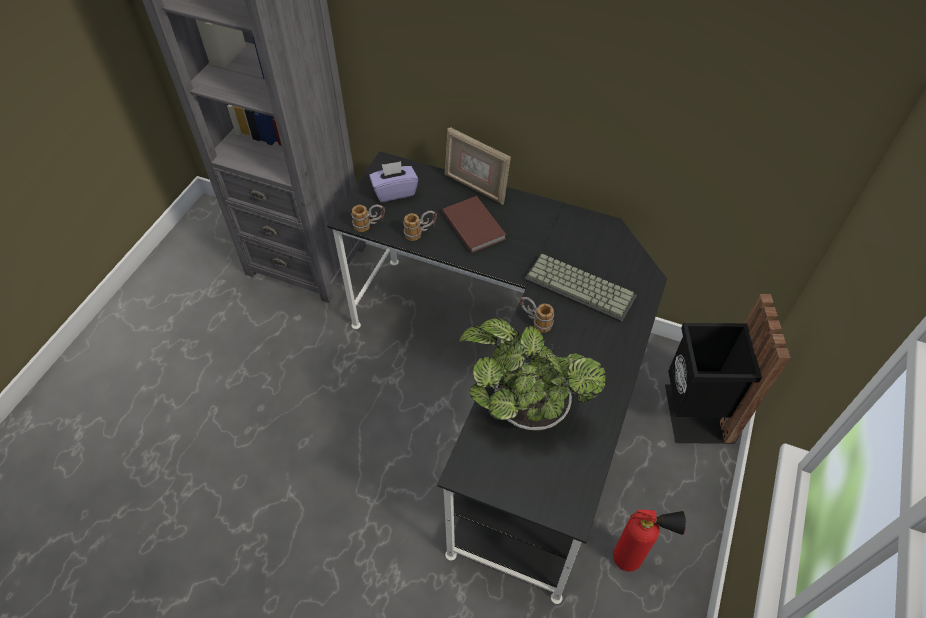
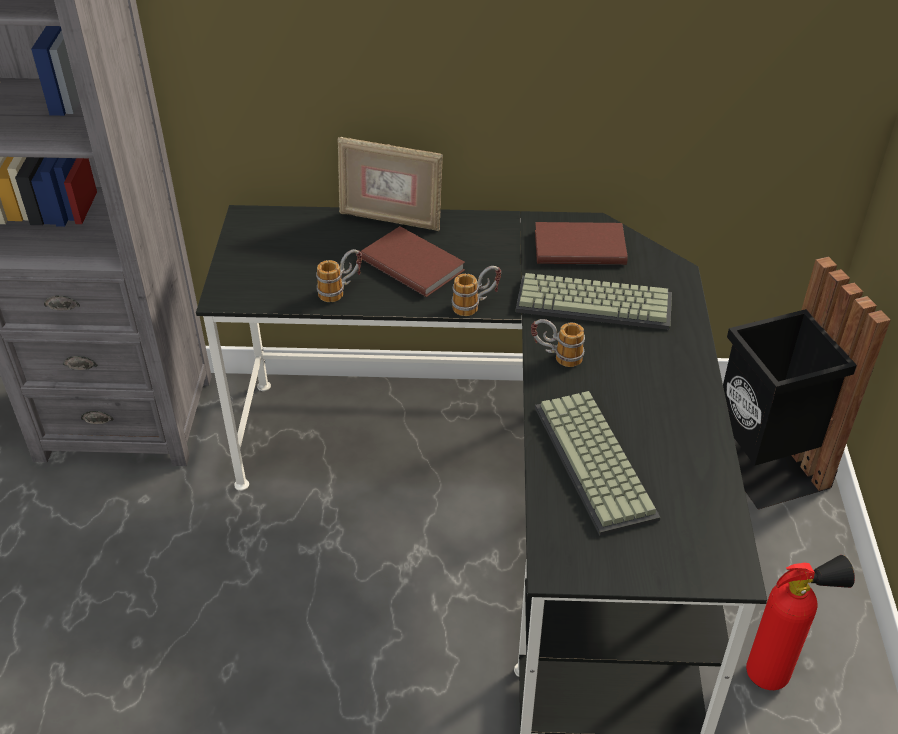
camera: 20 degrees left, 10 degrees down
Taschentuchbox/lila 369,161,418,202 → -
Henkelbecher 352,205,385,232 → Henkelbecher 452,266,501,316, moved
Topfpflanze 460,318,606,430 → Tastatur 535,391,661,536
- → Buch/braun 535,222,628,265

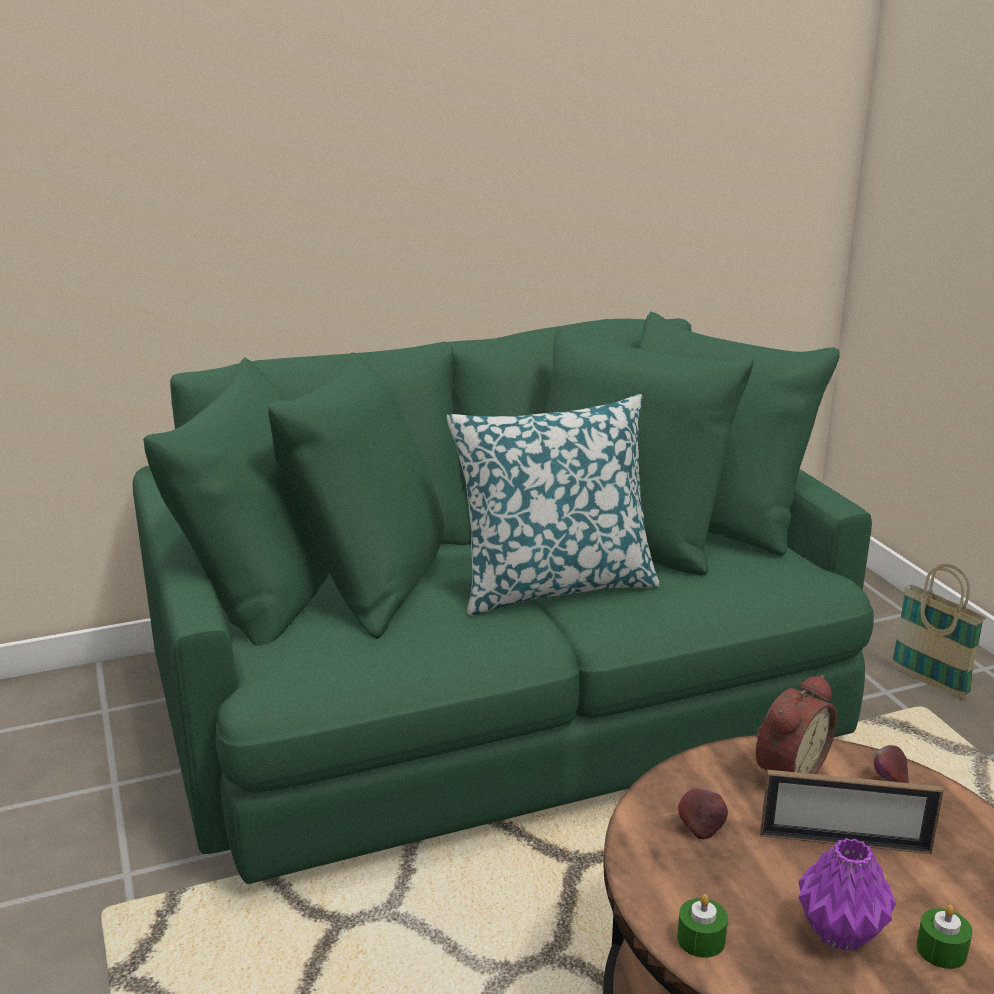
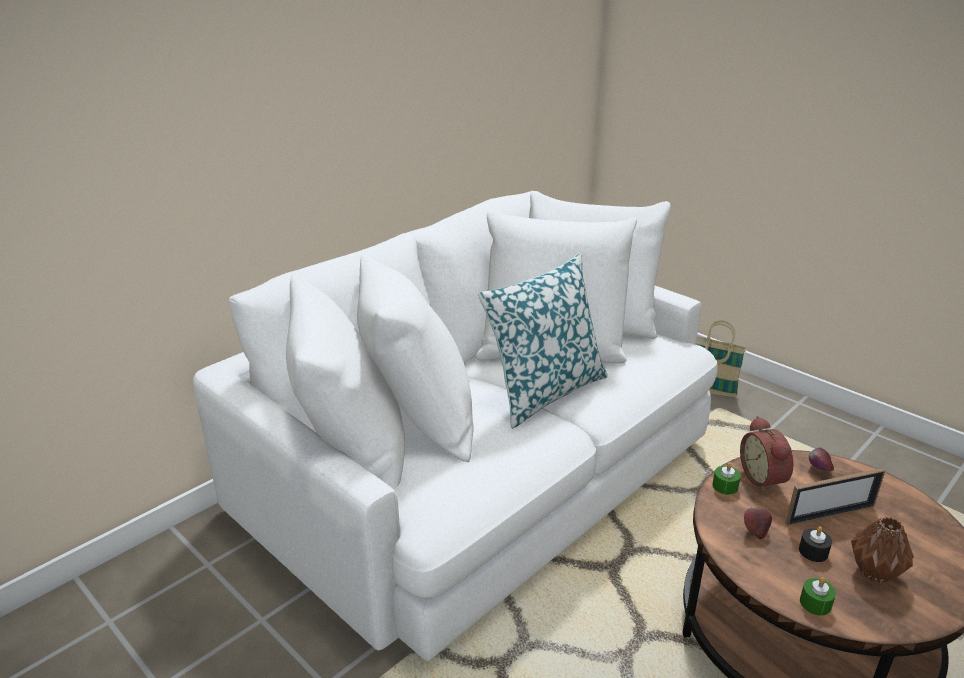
camera: 25 degrees left, 5 degrees up
Sofa/grün 133,311,874,884 → Sofa/weiß 193,191,718,661
Wecker 756,675,837,774 → Wecker 740,416,794,493, 150 degrees clockwise
Vase/lila 798,838,896,951 → Vase/braun 851,517,914,583
Kerze/grün 917,905,973,969 → Kerze/grün 712,462,741,495, moved
- → Kerze/schwarz 799,526,832,562

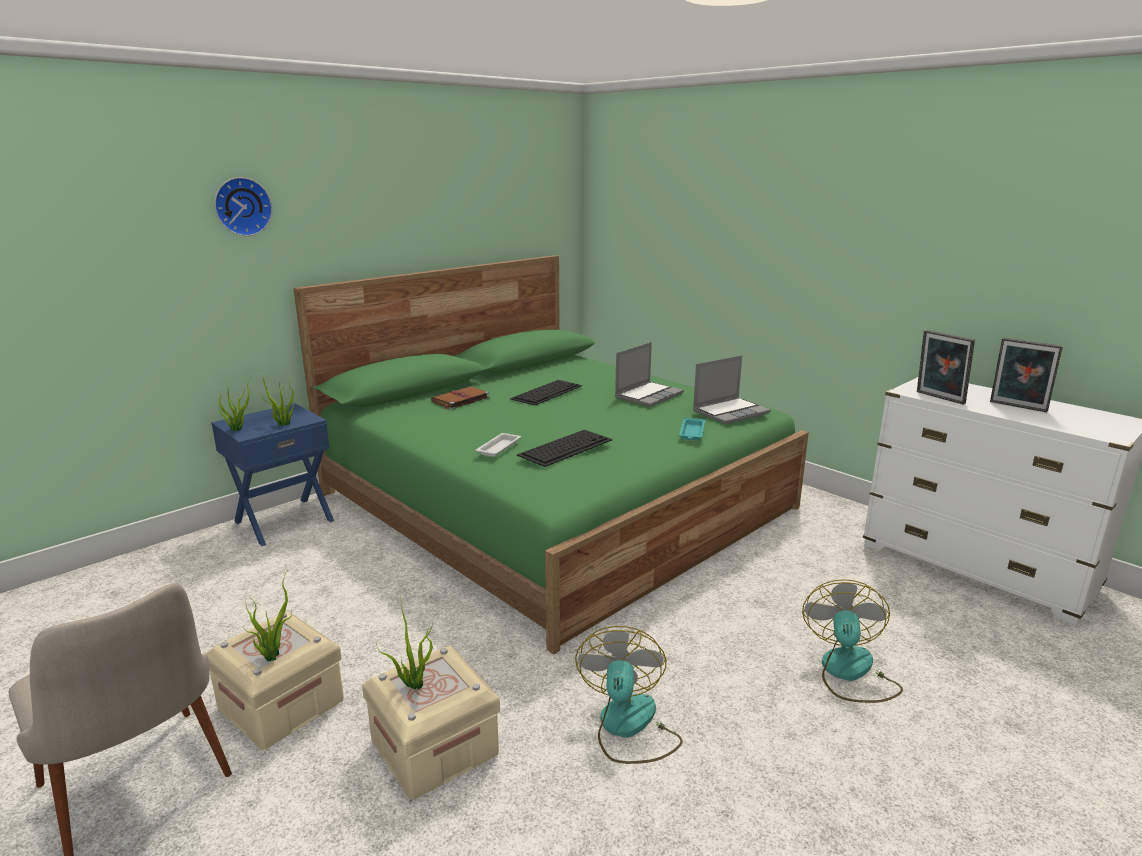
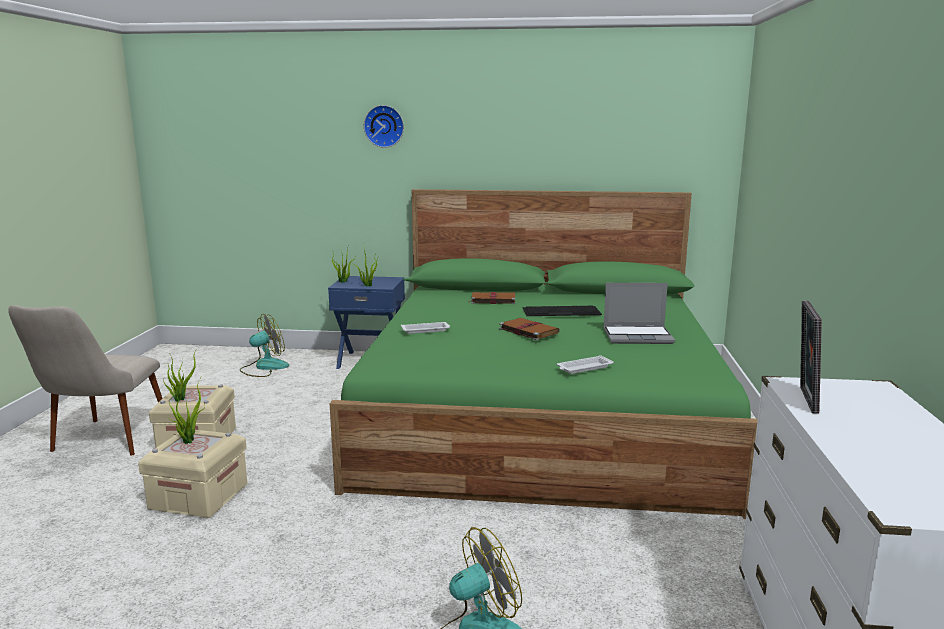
camera: 50 degrees right, 5 degrees down
Bilderrahmen 990,338,1063,412 → -
Laptop 693,355,771,424 → -
Tablett/türkis 679,418,705,440 → Tablett/weiß 557,355,614,374
Tastatur 517,430,613,467 → -
Ventilator 575,626,683,764 → Ventilator 240,314,289,377, moved
- → Buch/braun 499,318,560,340

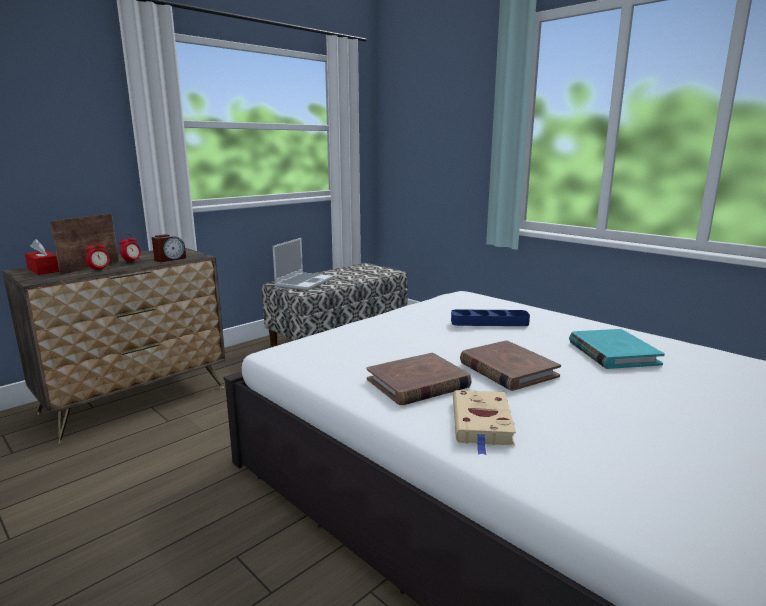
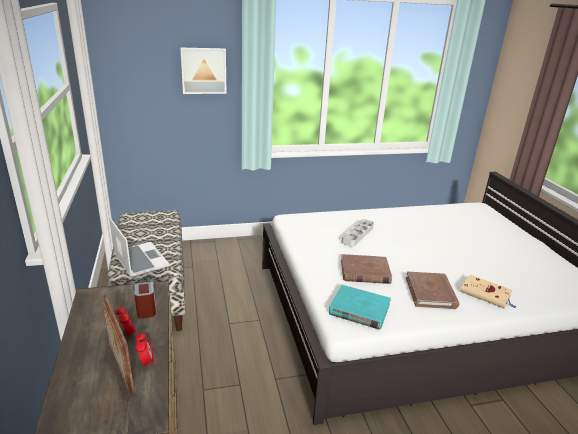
camera: 60 degrees left, 10 degrees up
Taschentuchbox/rot 25,239,59,275 → -
Tablett/blau 451,309,530,326 → Tablett/grau 342,219,374,247
Buch/türkis 569,329,665,369 → Buch/türkis 329,285,391,330, moved
Buch/braun 460,340,561,391 → Buch/braun 341,254,392,284, moved
- → Bild 180,48,226,94

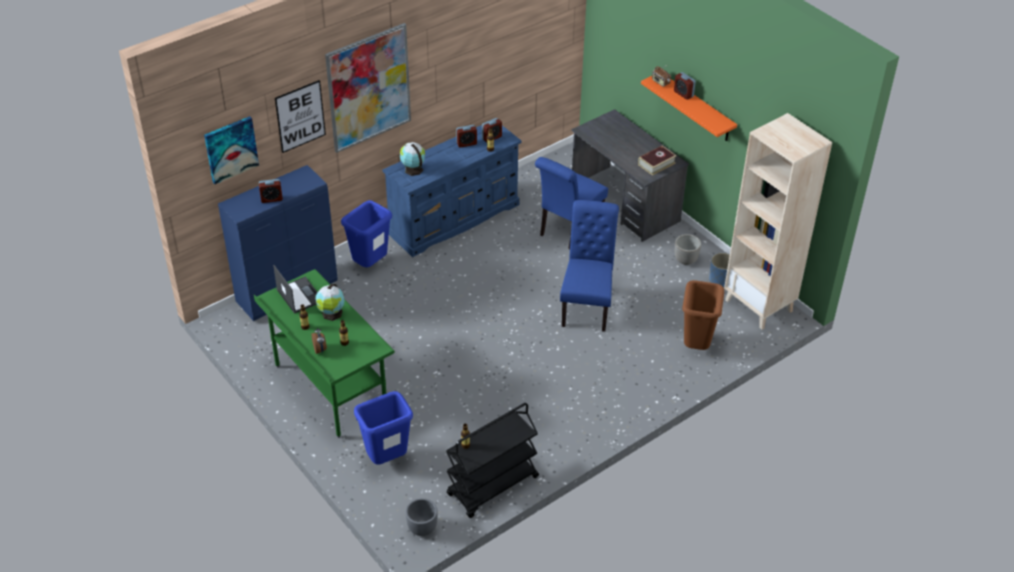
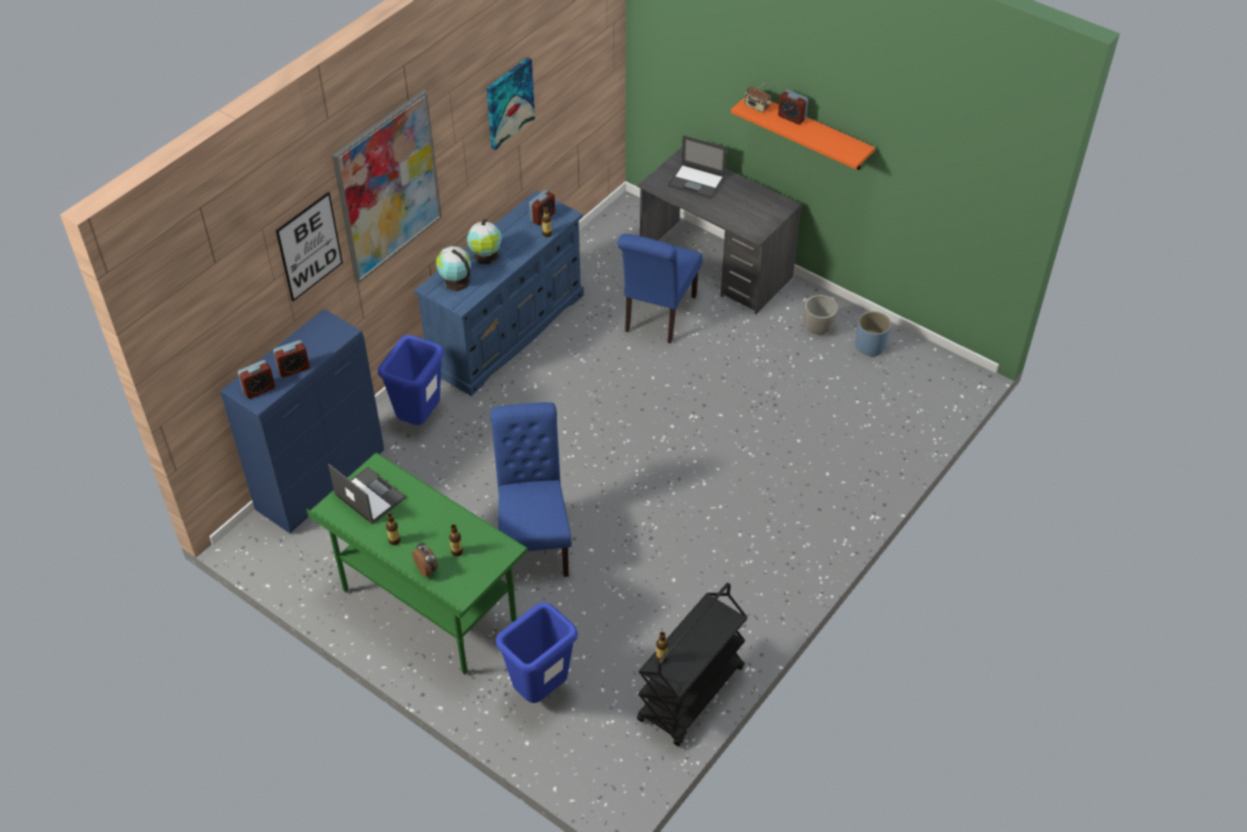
camera: 15 degrees left, 5 degrees up
Bücherregal/beige 724,113,832,330 → -
Bild 204,116,259,184 → Bild 486,57,535,150, moved
Wecker 456,125,477,148 → Wecker 238,360,275,399, moved
Buch 638,146,676,176 → -
Stuhl/blau 560,200,619,332 → Stuhl/blau 490,402,572,579, moved
Mülleimer/braun 682,280,724,350 → -
Globus 315,284,345,321 → Globus 467,220,502,264, moved
Pflanzkübel/grau 406,498,438,536 → -
- → Laptop 668,135,727,199

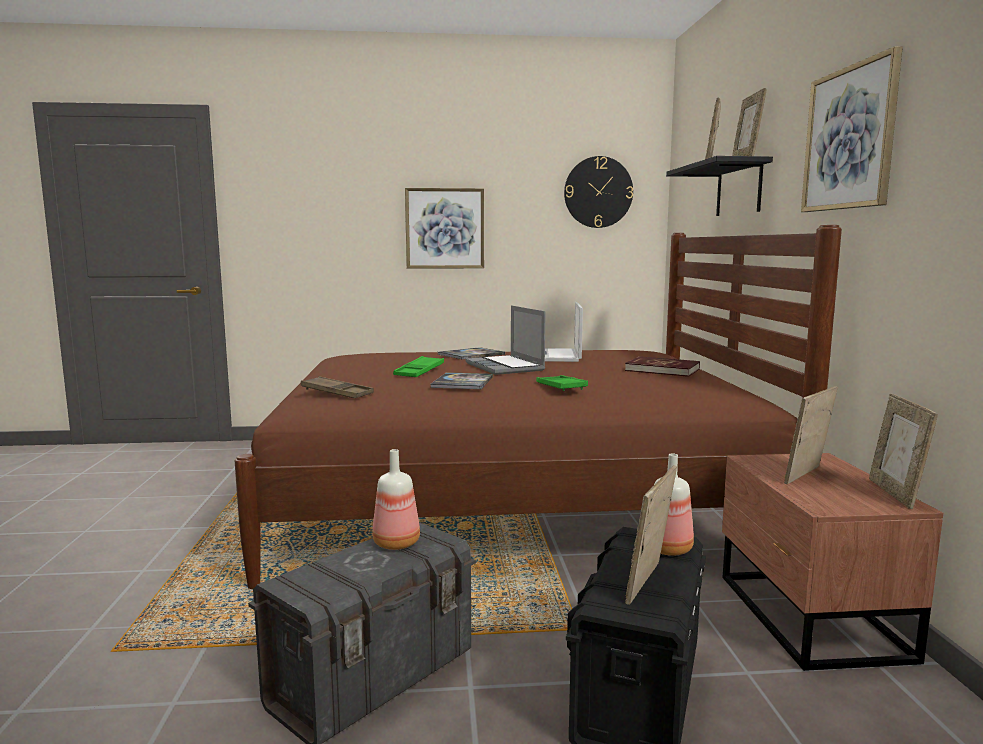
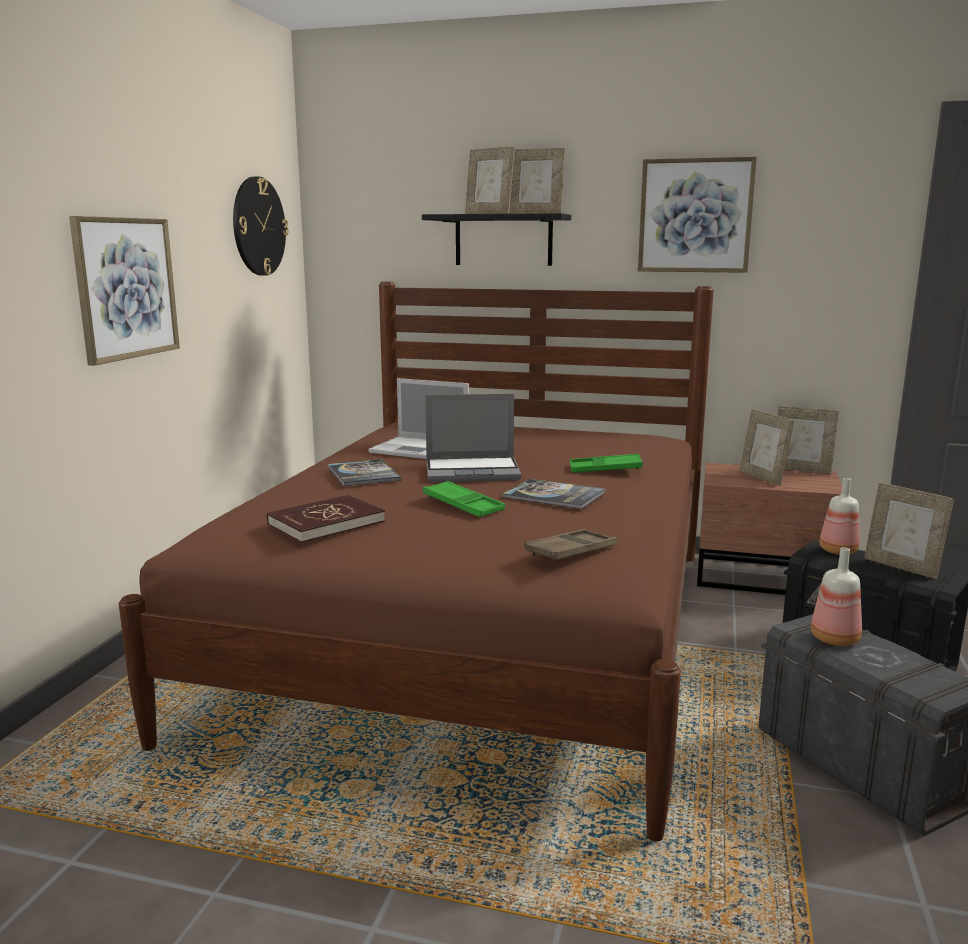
camera: 70 degrees left, 5 degrees up
Buch/rot 625,356,700,377 → Buch/rot 267,495,385,543, moved

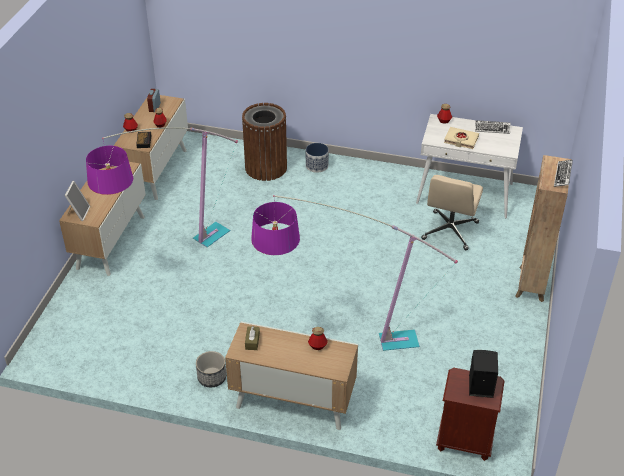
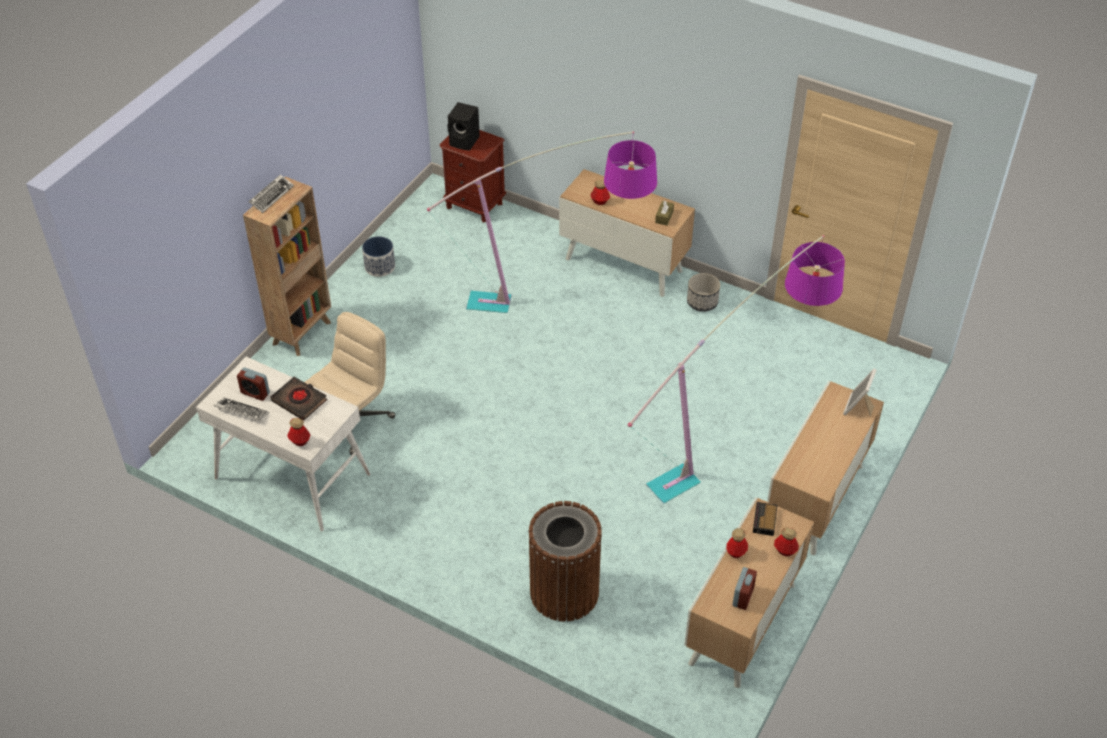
camera: 165 degrees left, 5 degrees up
Buch/beige 444,127,479,149 → Buch/schwarz 271,377,327,421
Pflanzkübel 306,143,329,173 → Pflanzkübel 362,236,395,277, moved
- → Wecker 237,367,270,401

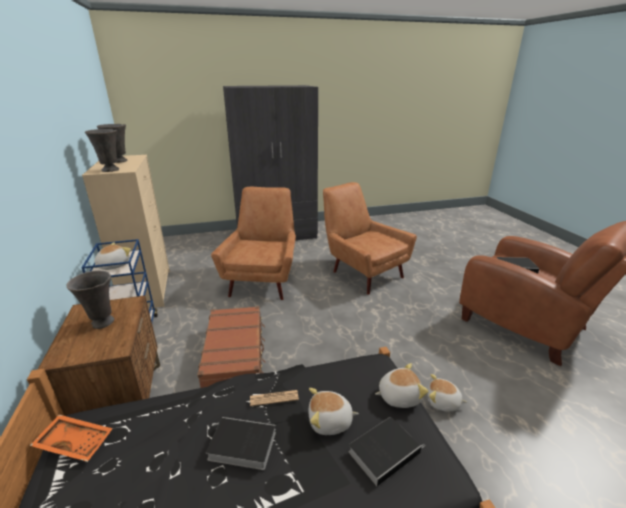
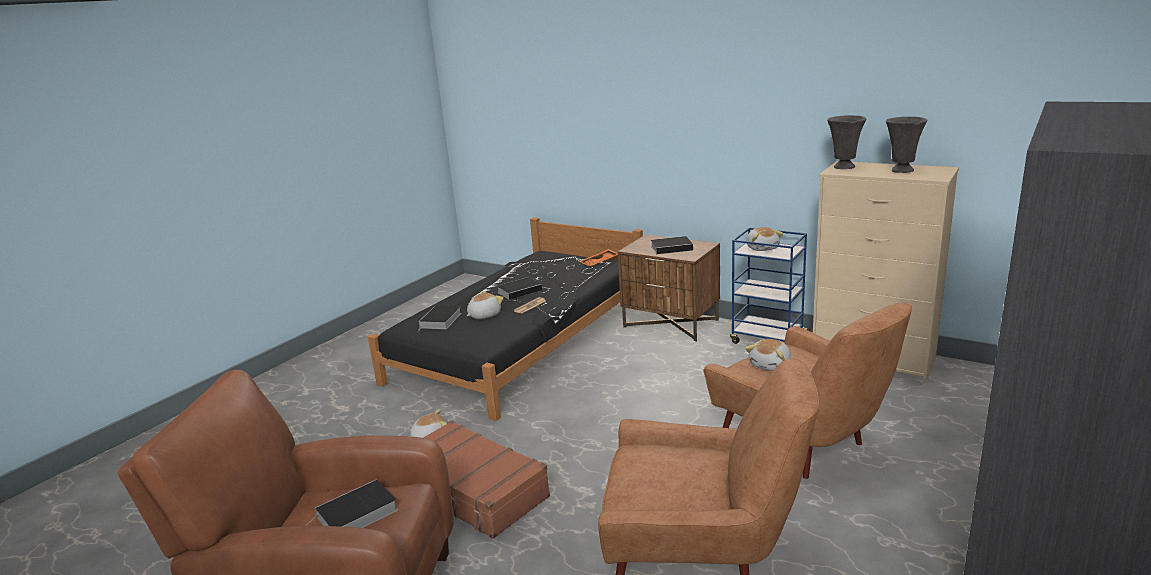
camera: 140 degrees right, 5 degrees down
Vase/grau 66,270,114,329 → Buch 651,236,693,254
Koffer/braun 197,306,265,388 → Koffer/braun 423,420,550,539, moved
Plüschtier 375,363,429,408 → Plüschtier 745,339,791,371, moved

